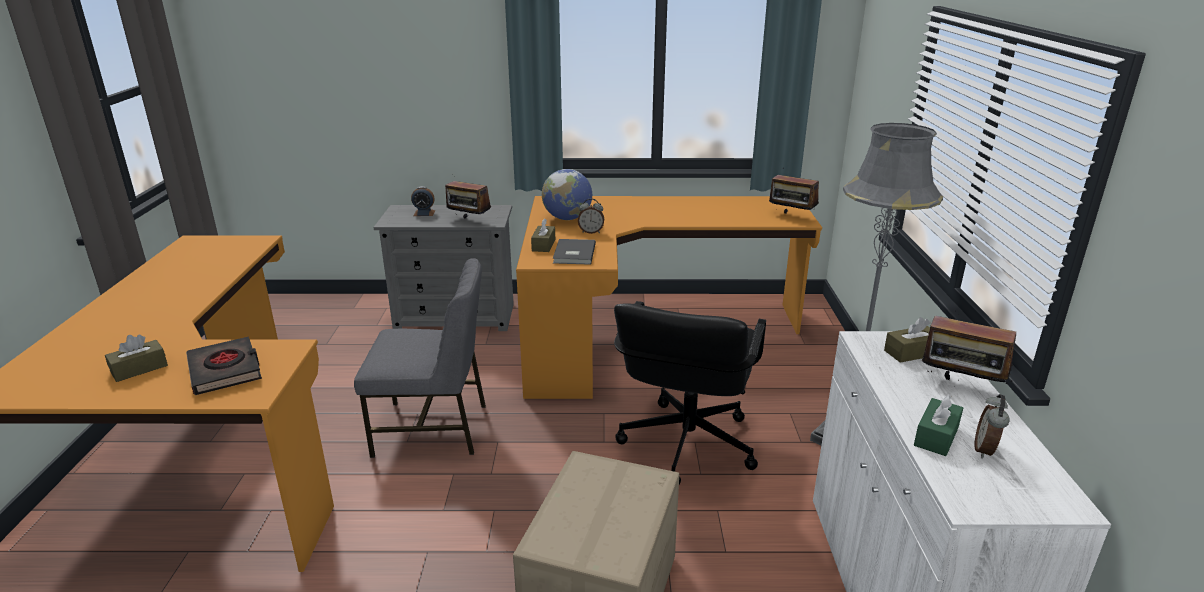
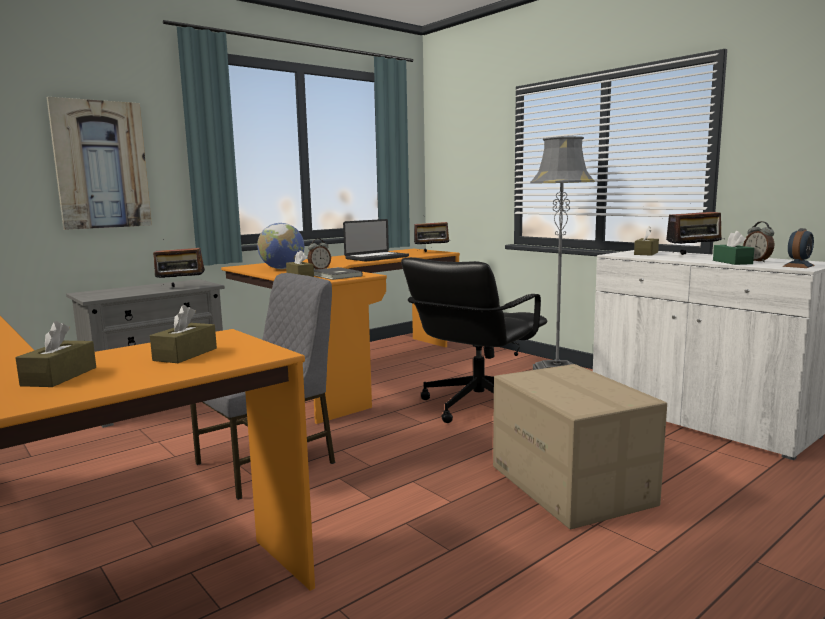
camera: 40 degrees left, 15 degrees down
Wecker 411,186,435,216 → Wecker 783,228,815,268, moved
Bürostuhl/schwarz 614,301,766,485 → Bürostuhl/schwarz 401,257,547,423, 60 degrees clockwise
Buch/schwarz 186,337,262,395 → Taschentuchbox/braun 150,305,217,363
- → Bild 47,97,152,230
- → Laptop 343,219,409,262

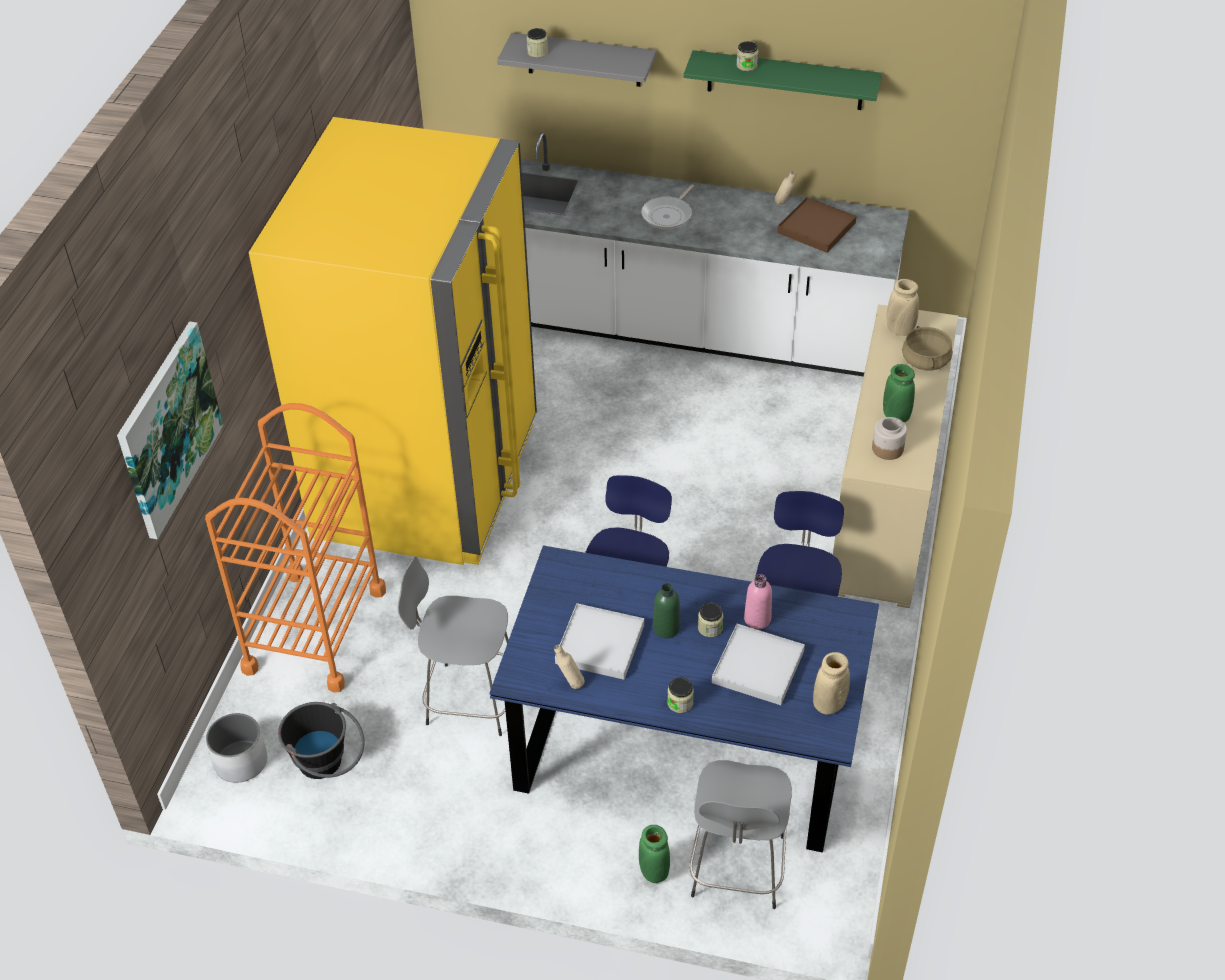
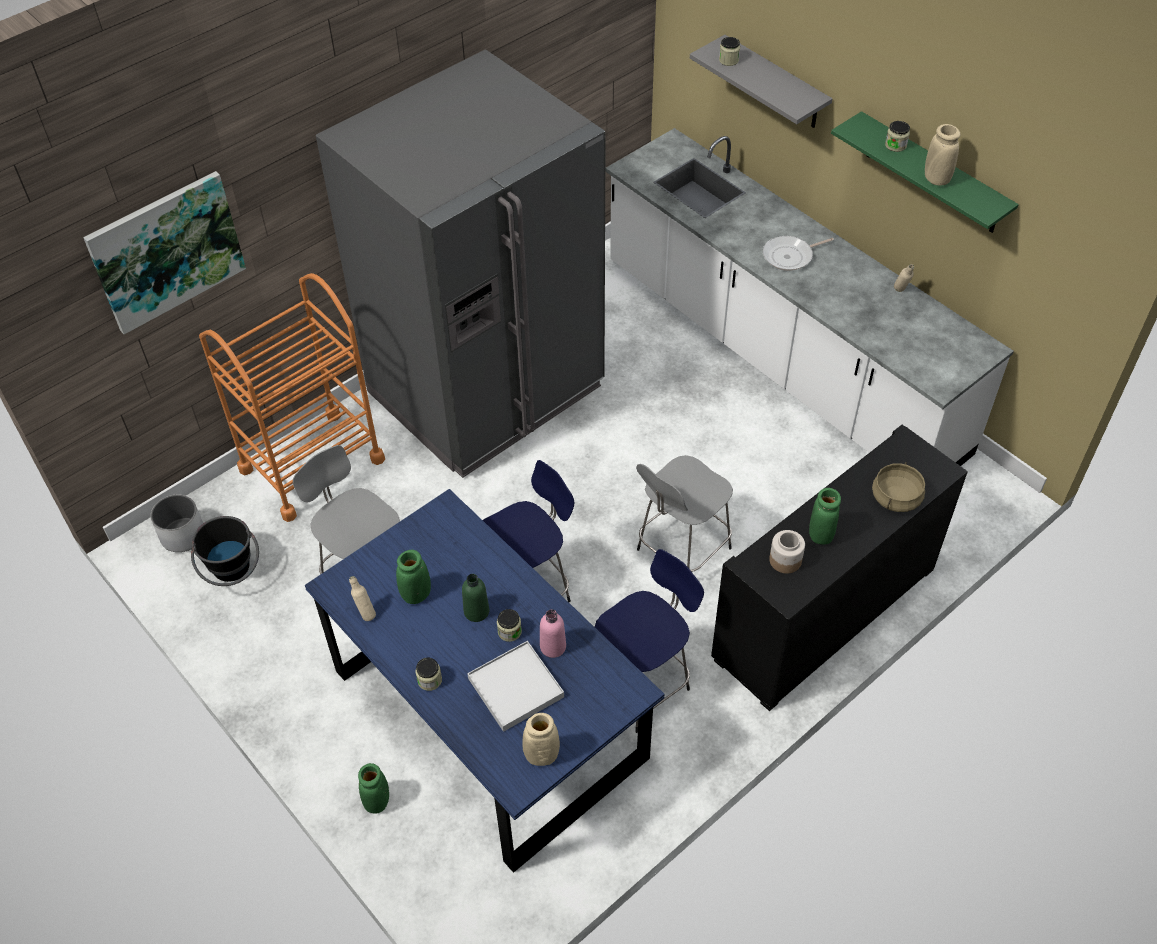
camera: 35 degrees right, 5 degrees up
Kühlschrank/gelb 249,117,537,565 → Kühlschrank/grau 316,49,606,478
Tablett/braun 777,197,857,253 → -
Vase/beige 887,279,919,336 → Vase/beige 925,124,960,186, moved
Schrank/beige 833,305,958,608 → Schrank/schwarz 711,425,968,711
Tablett/weiß 555,603,644,680 → Vase/grün 396,550,431,604
Hocker/grau 689,760,792,909 → Hocker/grau 636,455,733,572, moved

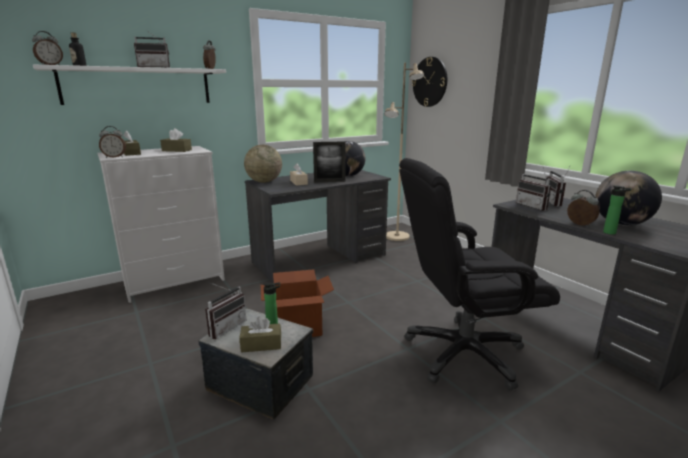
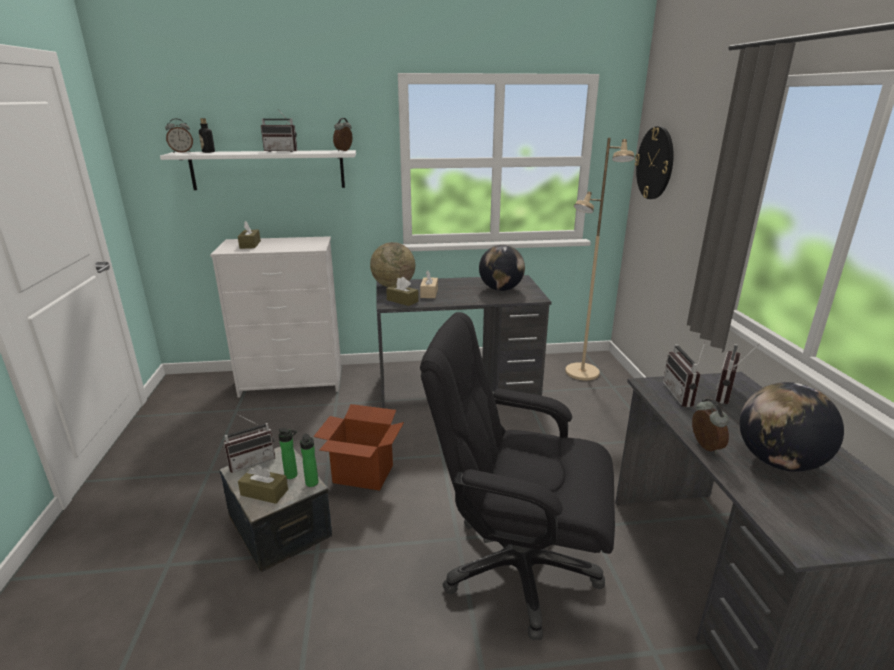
camera: 25 degrees right, 5 degrees up
Wecker 99,126,126,158 → -
Taschentuchbox/braun 160,128,192,152 → Taschentuchbox/braun 386,277,419,306, moved
Bilderrahmen 313,141,346,183 → -
Flasche 603,185,632,235 → Flasche 300,433,319,487, moved

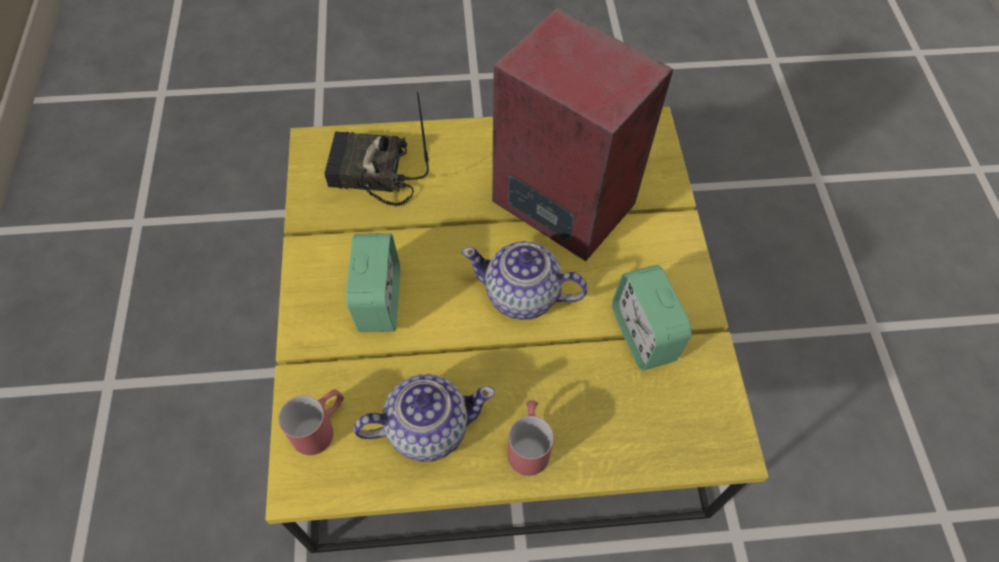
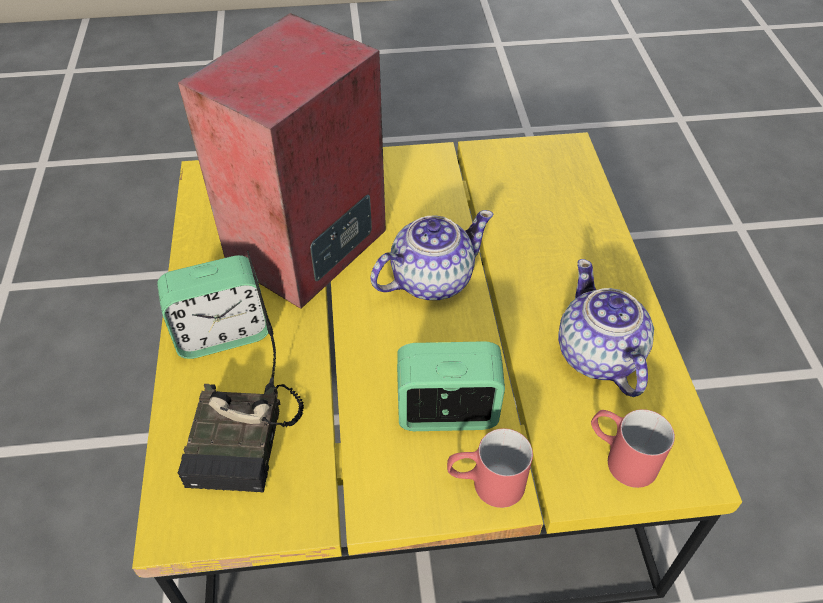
camera: 90 degrees left, 10 degrees down
Teekanne 461,241,588,320 → Teekanne 371,210,493,300, 135 degrees counterclockwise
Wecker 612,265,692,371 → Wecker 157,255,268,359, moved
Henkelbecher/rot 507,400,554,476 → Henkelbecher/rot 447,428,533,508, moved

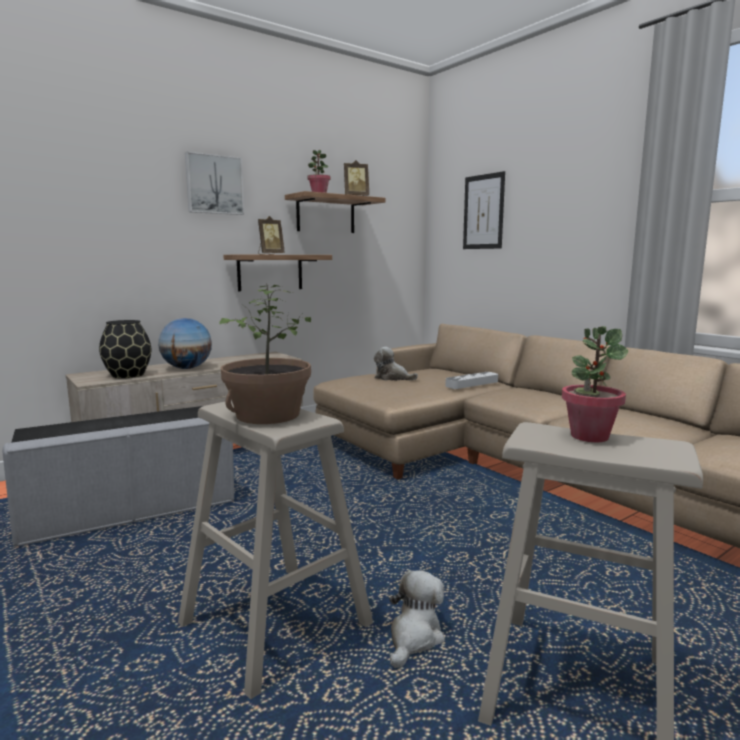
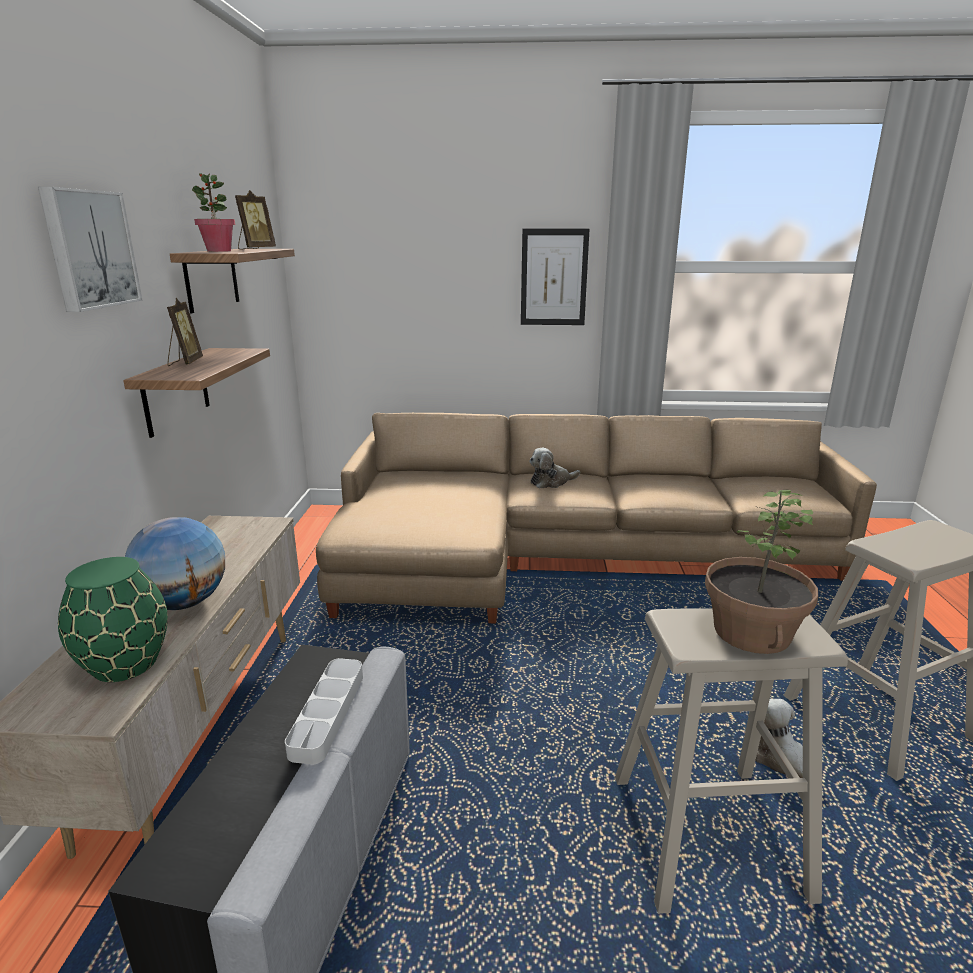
camera: 50 degrees left, 10 degrees up
Bild 463,171,505,249 → Bild 521,229,590,325, moved
Vase/schwarz 99,320,151,378 → Vase/grün 58,557,168,682
Topfpflanze 562,326,628,442 → -
Plüschtier 374,347,418,381 → Plüschtier 529,448,580,488, moved
Tablett/grau 446,372,498,389 → Tablett/grau 285,658,363,765, moved

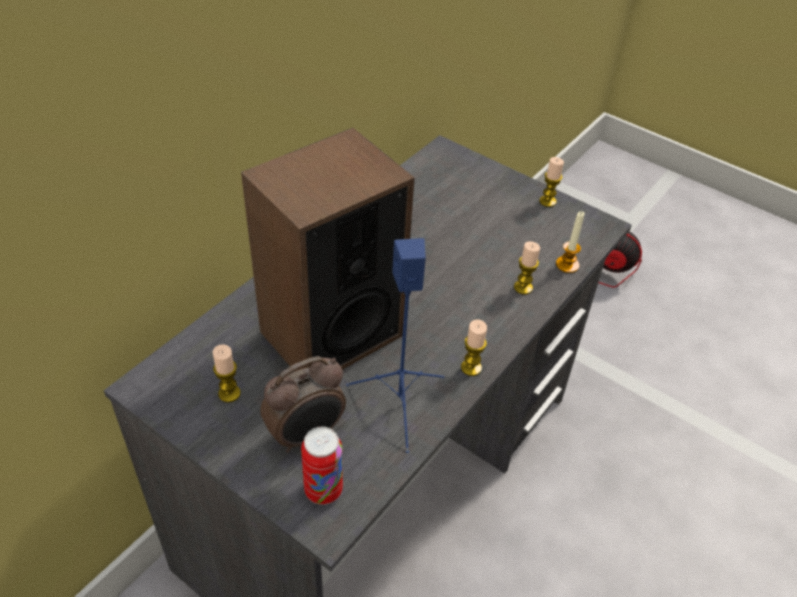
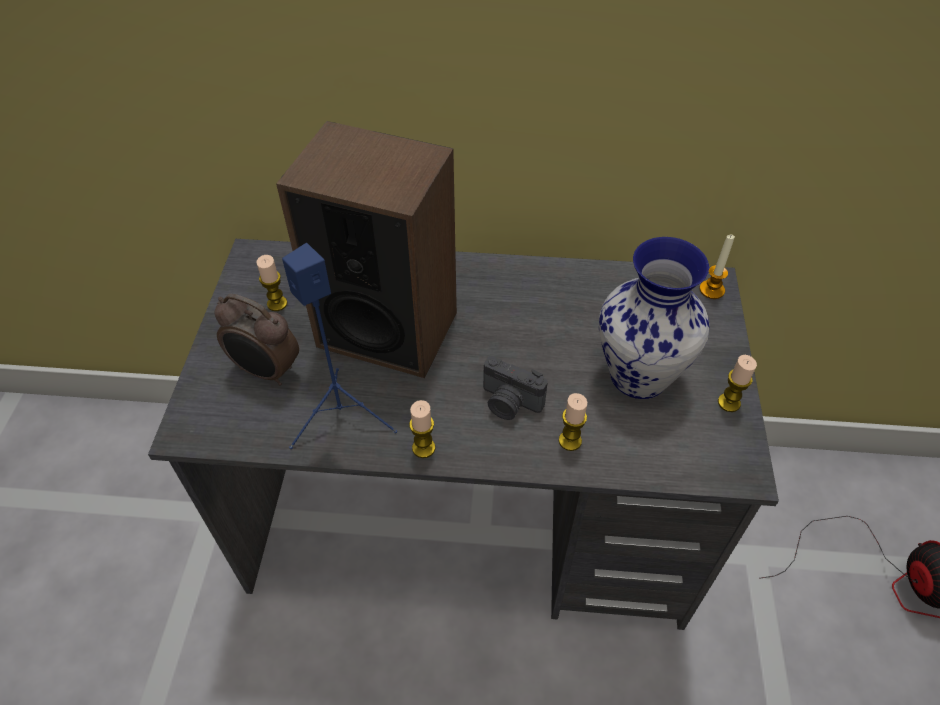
camera: 60 degrees right, 5 degrees up
Kerze 556,211,585,273 → Kerze 699,234,735,299, moved
Dose 301,427,343,505 → -
- → Vase 599,237,709,399
- → Kamera 483,356,548,420

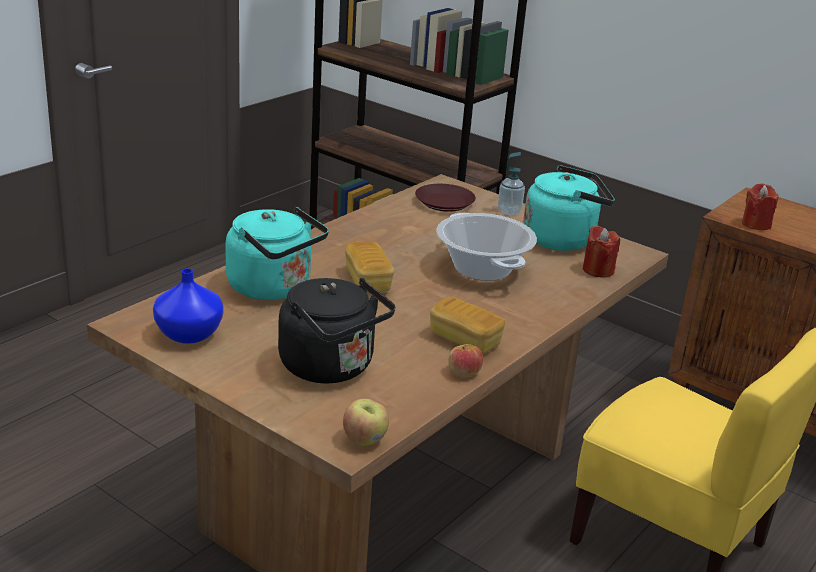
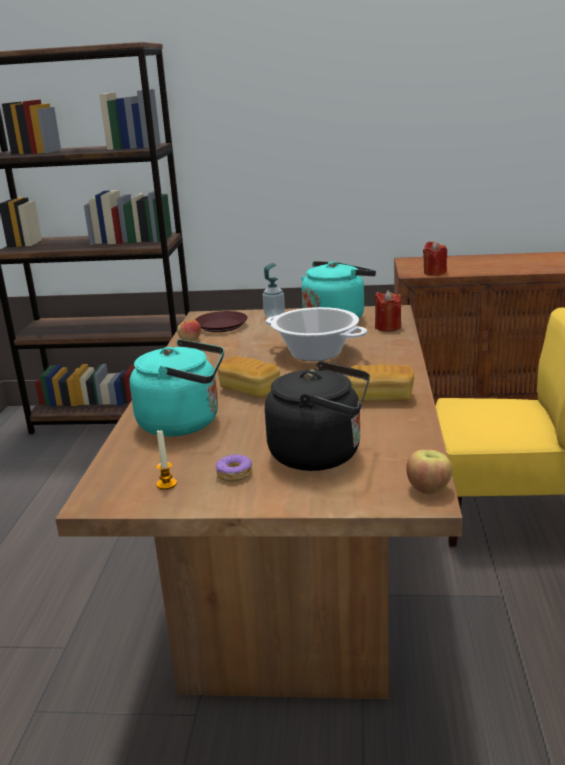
camera: 30 degrees left, 5 degrees down
Vase/blau 153,268,223,344 → Kerze 156,429,177,490
Apfel 448,344,483,377 → Apfel 177,319,201,341, moved
- → Donut 216,454,252,481

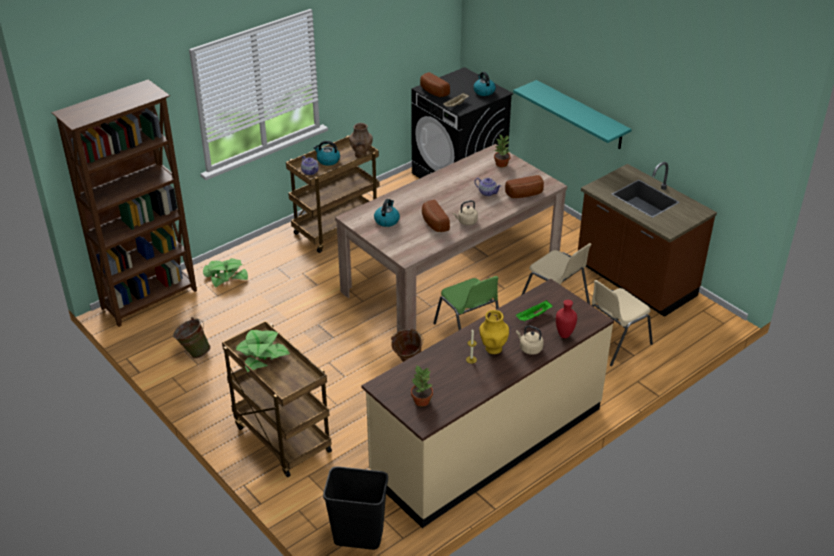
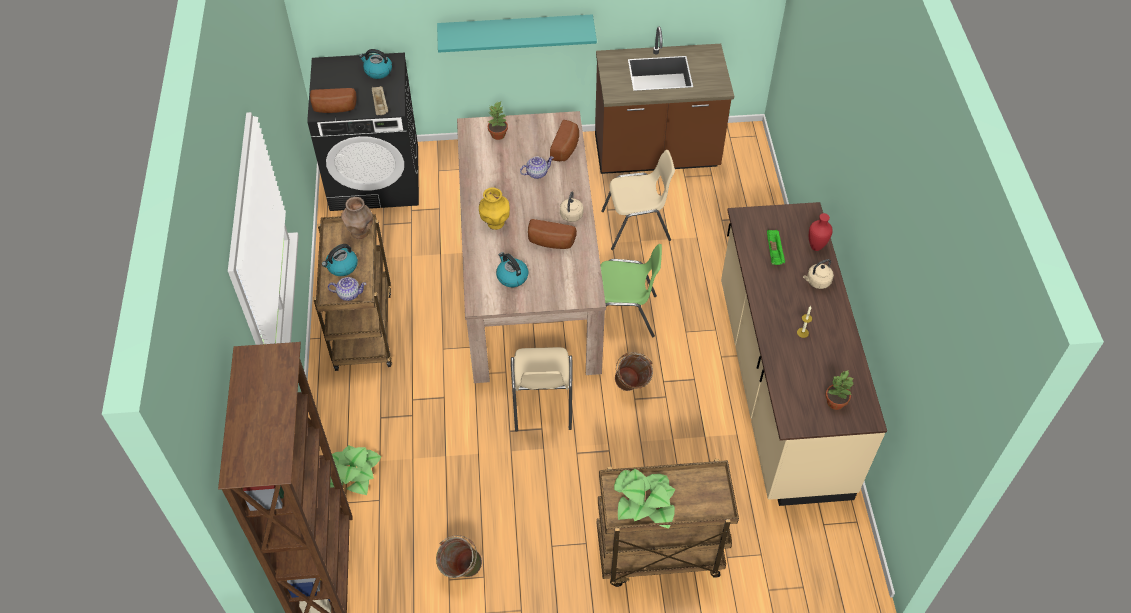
camera: 55 degrees left, 15 degrees up
Stuhl/beige 591,280,653,366 → Stuhl/beige 511,347,572,432, moved
Vase/gelb 479,310,509,354 → Vase/gelb 479,187,510,230, moved
Mülleimer/schwarz 323,466,388,550 → -

